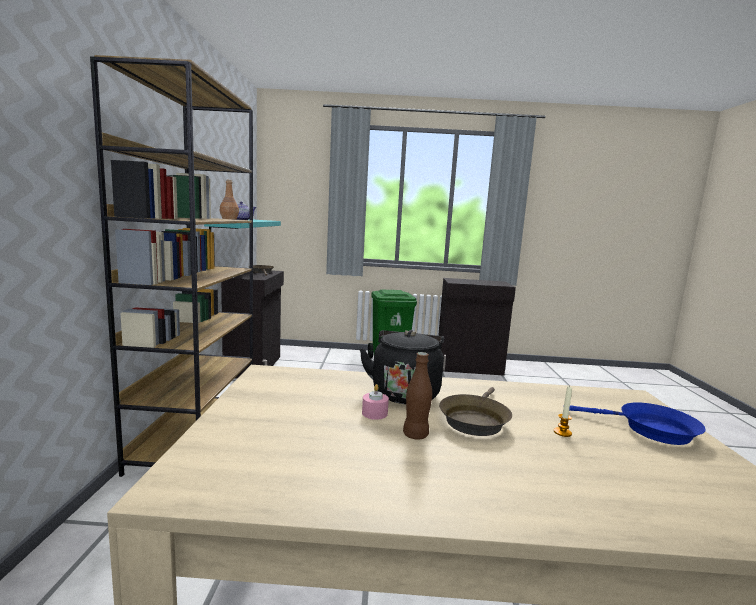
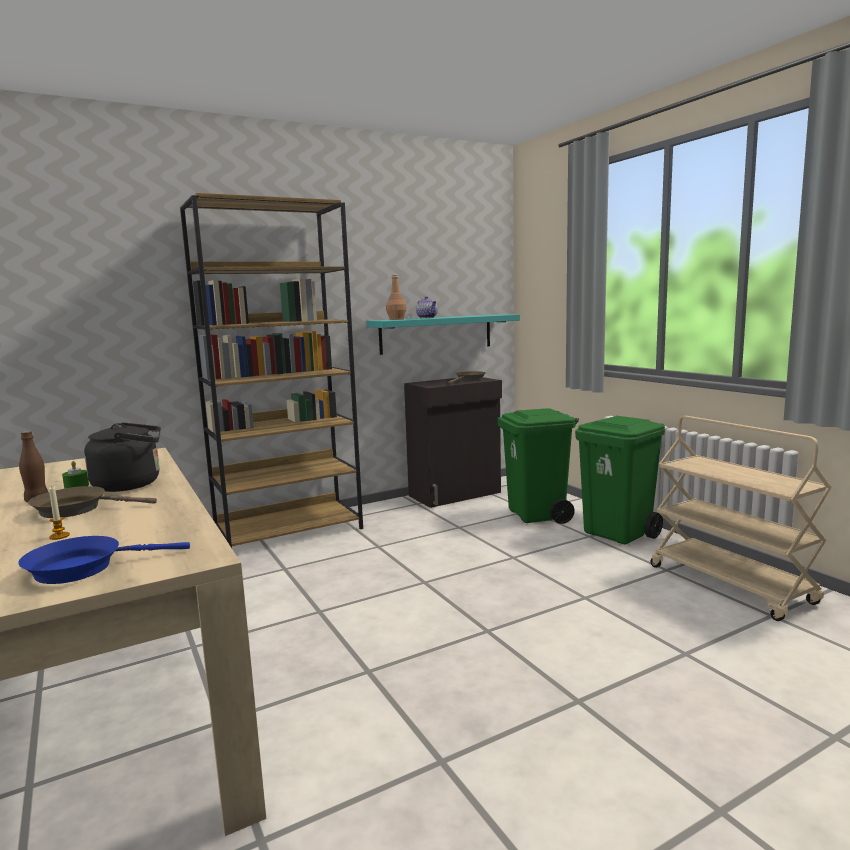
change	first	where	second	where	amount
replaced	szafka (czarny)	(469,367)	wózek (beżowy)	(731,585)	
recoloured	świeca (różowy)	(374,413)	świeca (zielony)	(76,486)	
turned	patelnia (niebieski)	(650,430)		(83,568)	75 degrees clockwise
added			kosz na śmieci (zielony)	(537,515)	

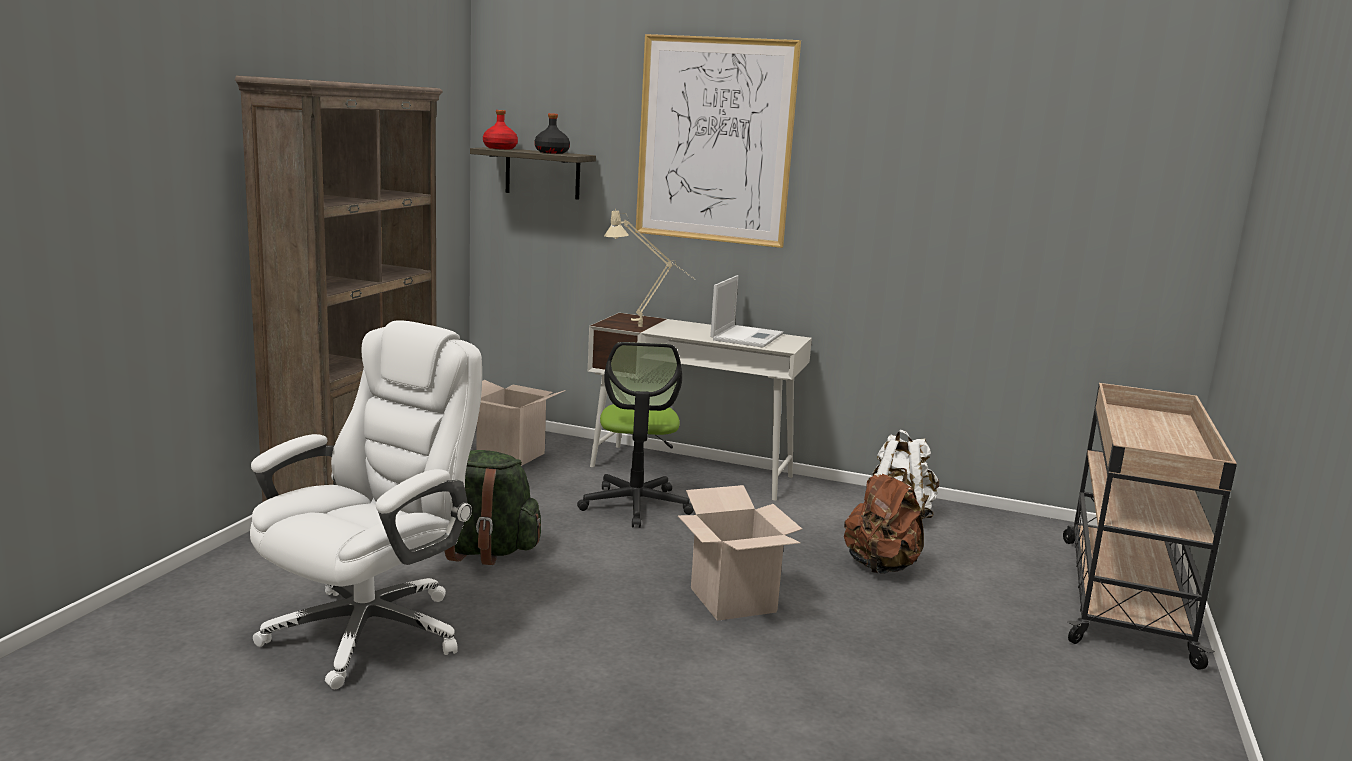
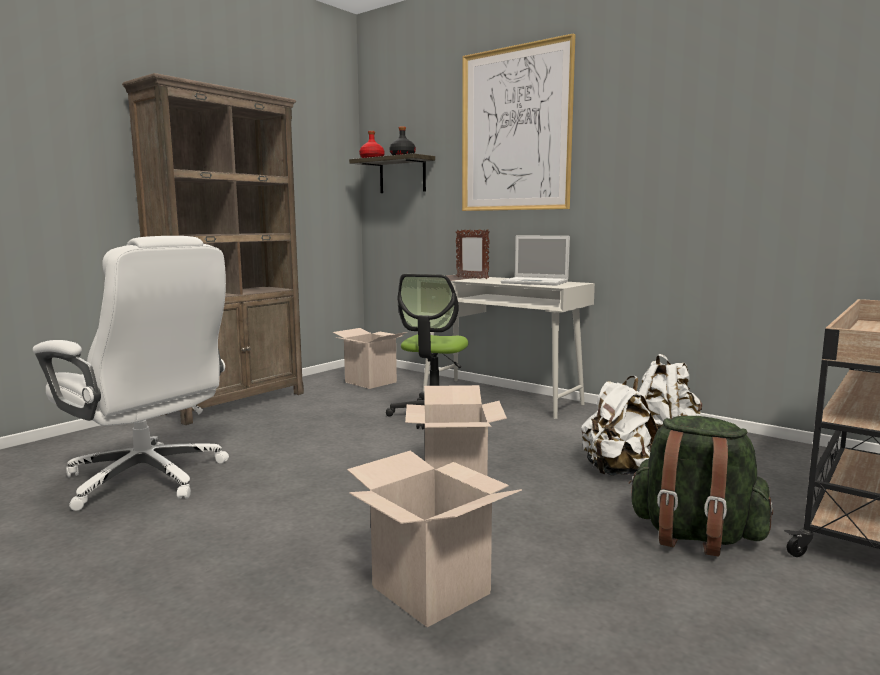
change	first	where	second	where	amount
removed	lampa stołowa (beżowy)	(646,328)			
turned	laptop	(747,337)		(536,282)	75 degrees clockwise
turned	krzesło biurowe (biały)	(370,630)		(148,478)	75 degrees clockwise
moved	plecak (zielony)	(483,551)		(694,536)	
recoloured	plecak (brązowy)	(880,567)	plecak (biały)	(617,471)	
added			ramka na zdjęcie	(472,278)	
added			karton	(431,590)	

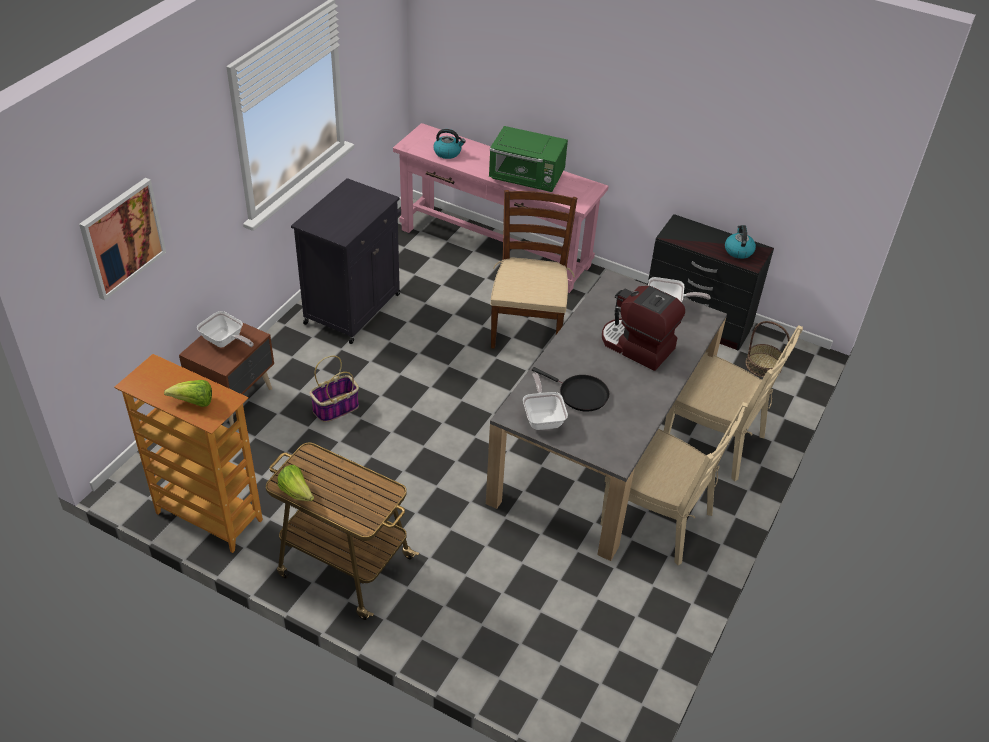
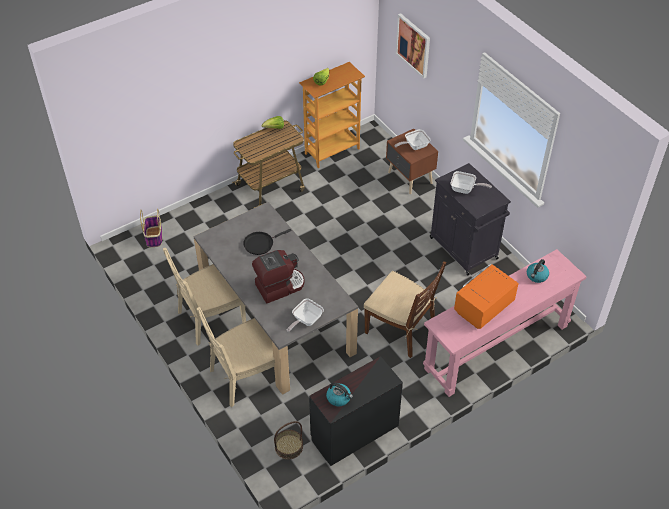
change	first	where	second	where	amount
recoloured	mikrofalówka (zielony)	(527,178)	mikrofalówka (pomarańczowy)	(482,308)	
moved	koszyk	(335,408)		(154,236)	
moved	patelnia	(543,417)		(465,189)	

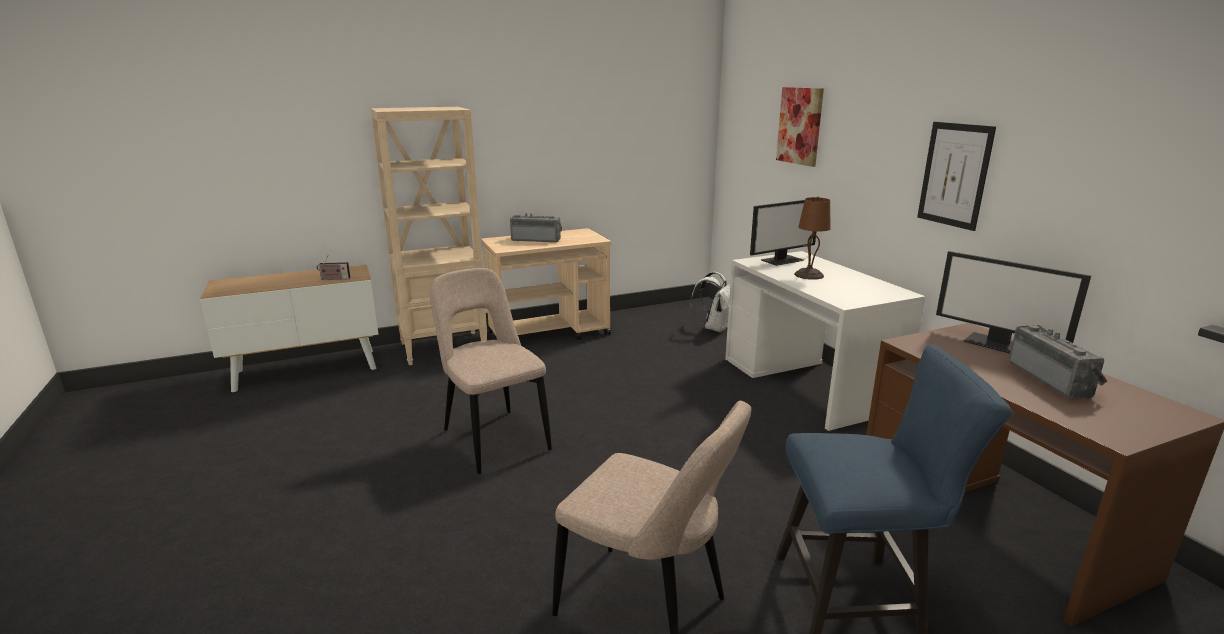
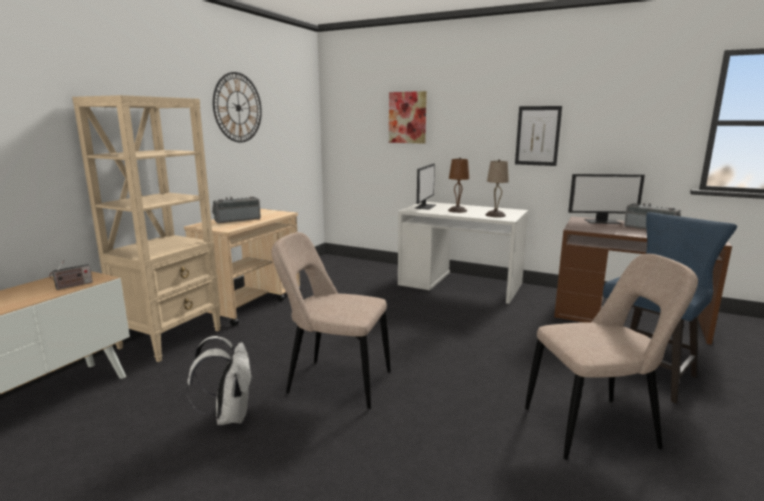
change	first	where	second	where	amount
moved	plecak (biały)	(715,328)		(229,415)	
added			zegar ścienny	(238,107)	
added			lampa stołowa (beżowy)	(496,215)	

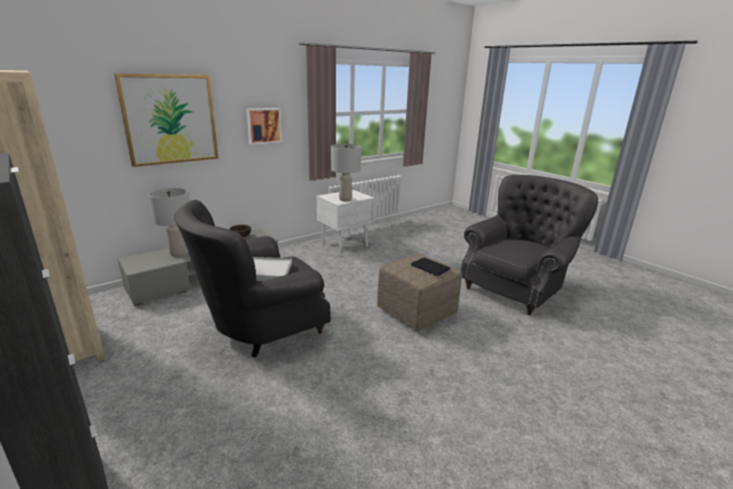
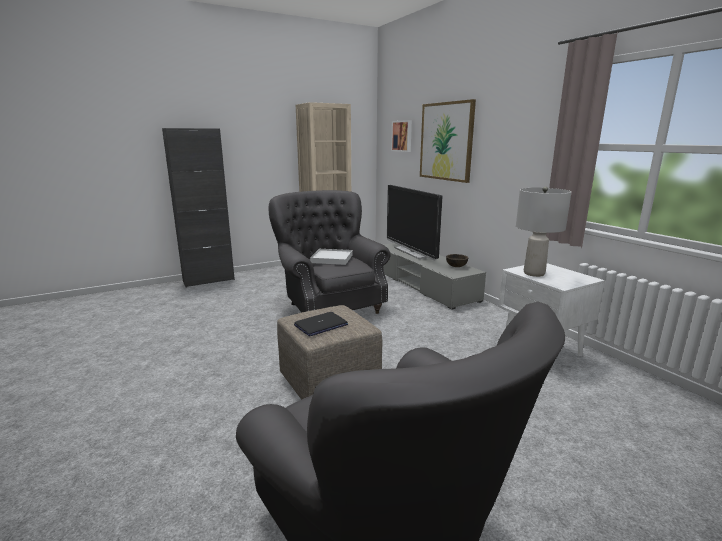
change	first	where	second	where	amount
moved	obraz	(263,125)		(402,136)	
replaced	lampa stołowa (szary)	(178,253)	telewizor	(412,252)	

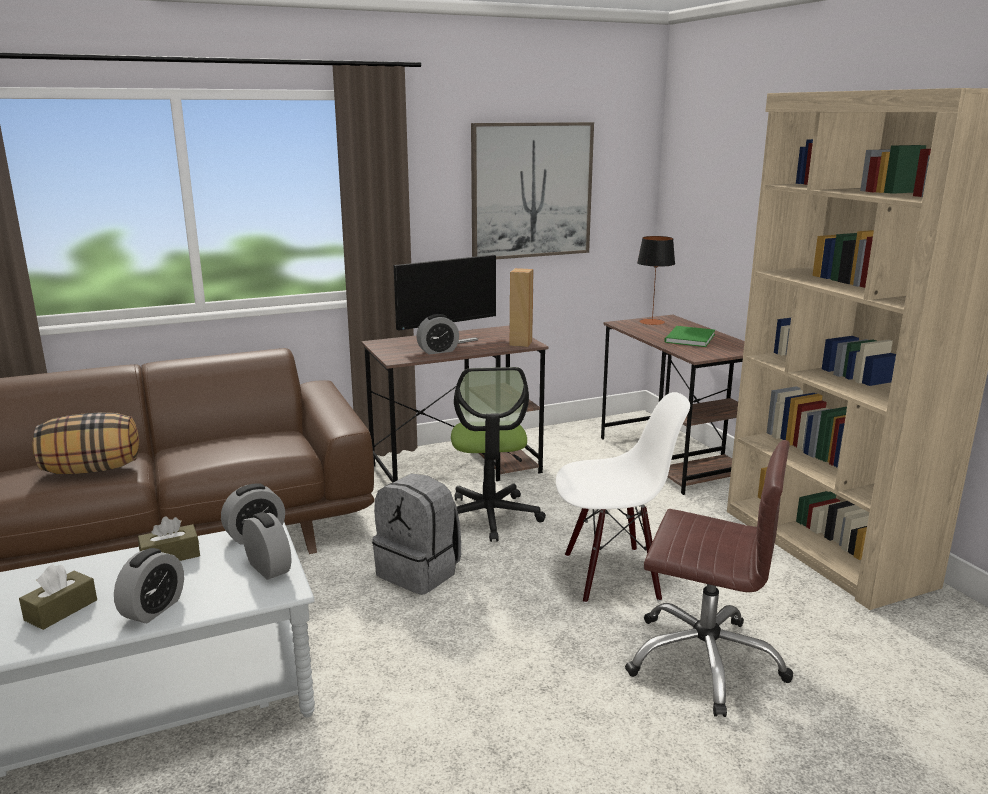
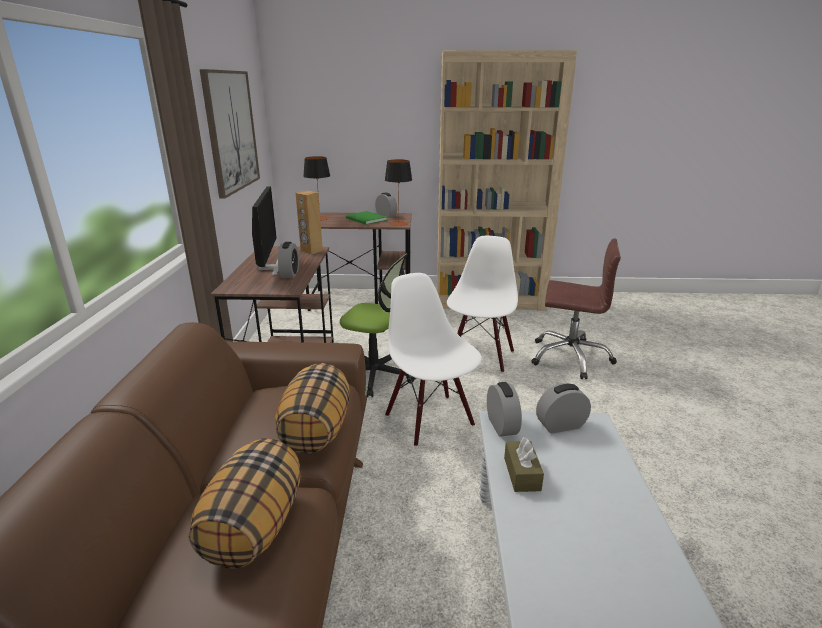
change	first	where	second	where	amount
turned	krzesło biurowe (brązowy)	(704,660)		(570,357)	60 degrees clockwise
replaced	plecak (szary)	(420,572)	krzesło (biały)	(430,419)	
moved	budzik	(153,609)		(386,215)	
removed	pudełko chusteczek (brązowy)	(61,610)			
added			lampa stołowa	(398,224)	
added			poduszka	(316,430)	

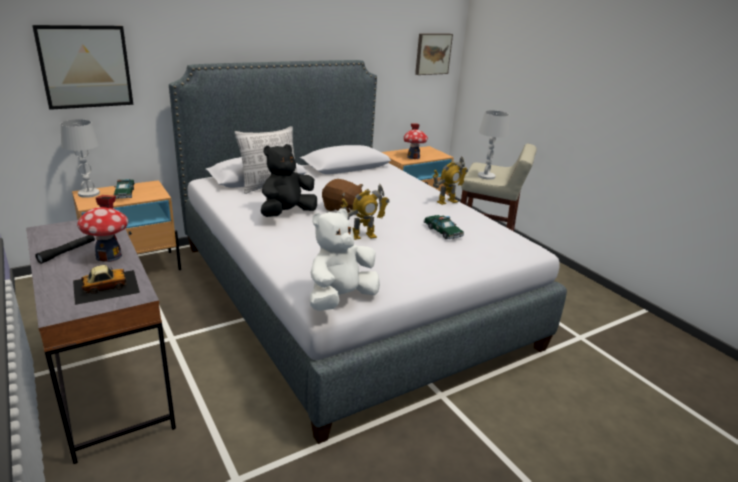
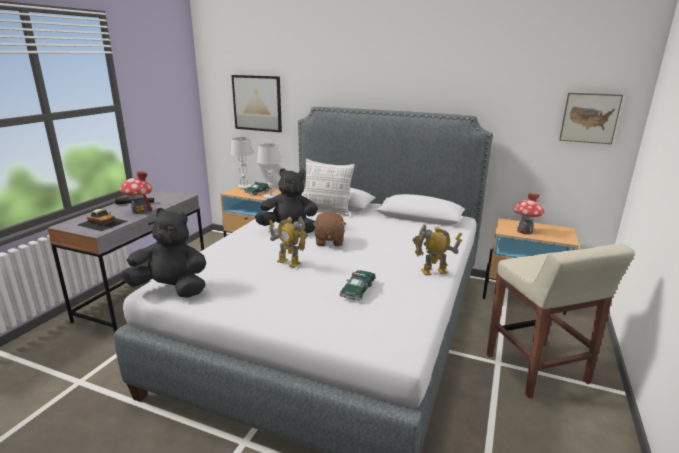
change	first	where	second	where	amount
moved	lampa stołowa (biały)	(486,176)		(270,197)	
turned	robot zabawkowy	(447,201)		(434,272)	150 degrees clockwise
recoloured	pluszak (biały)	(340,299)	pluszak (czarny)	(171,289)	

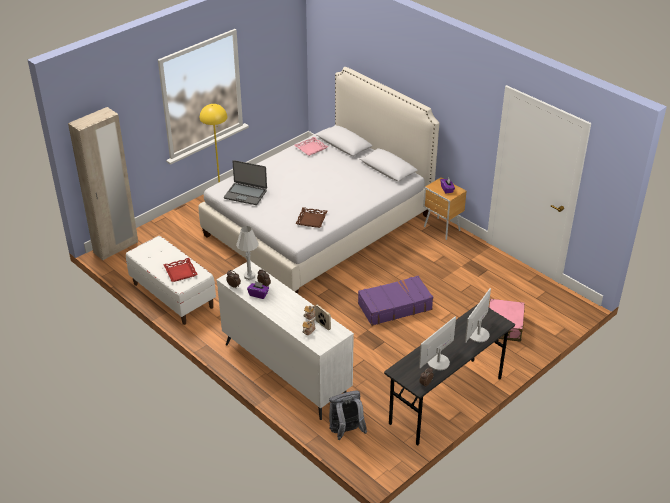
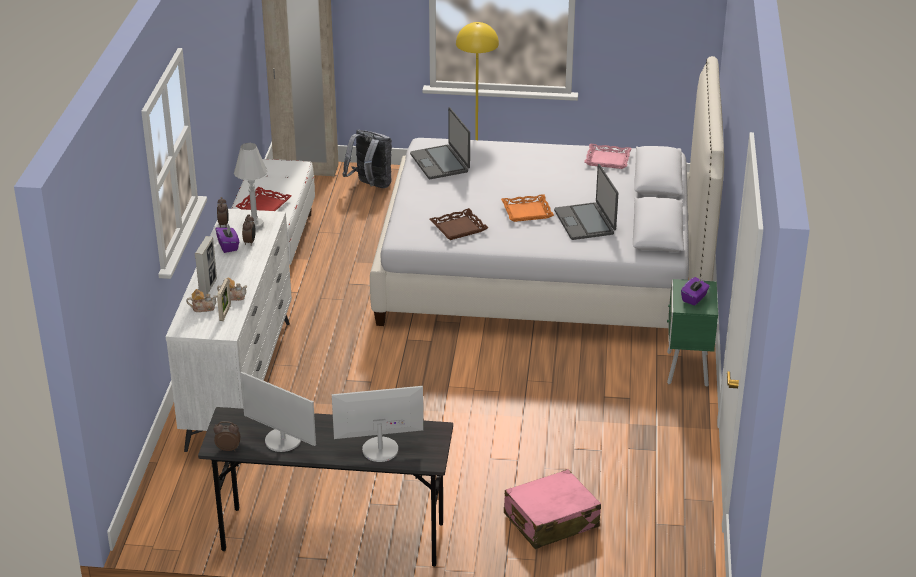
change	first	where	second	where	amount
recoloured	szafka nocna (brązowy)	(442,229)	szafka nocna (zielony)	(686,370)	
removed	walizka (fioletowy)	(394,306)			
turned	monitor	(438,362)		(283,440)	150 degrees counterclockwise
moved	plecak (szary)	(346,432)		(370,186)	
added			laptop	(585,222)	
added			taca (pomarańczowy)	(527,212)	
added			ramka na zdjęcie	(208,287)	

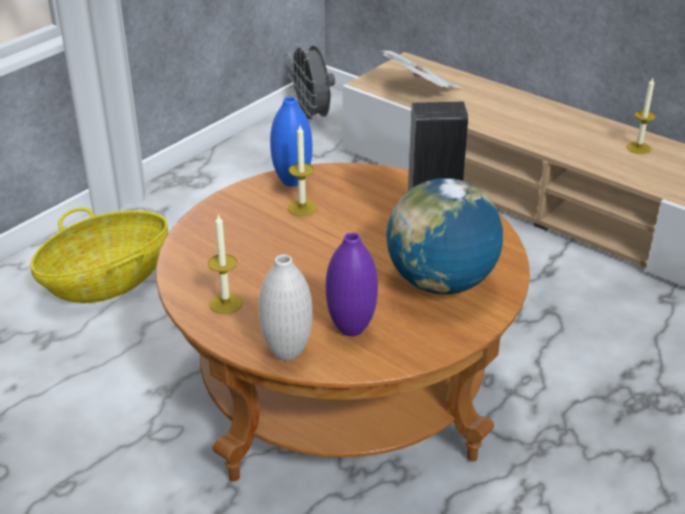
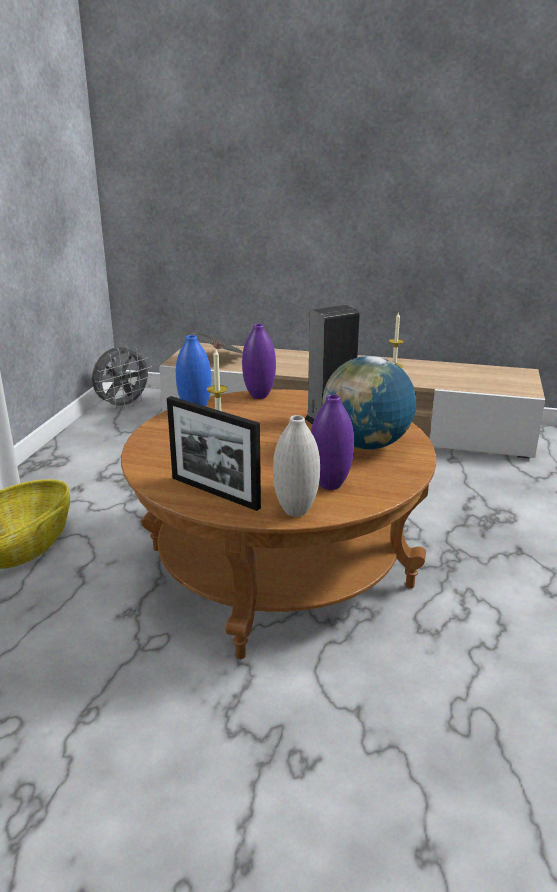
change	first	where	second	where	amount
turned	wentylator (szary)	(312,118)		(123,406)	90 degrees counterclockwise
replaced	świeca	(226,303)	ramka na zdjęcie	(215,492)	
added			wazon (fioletowy)	(259,396)	

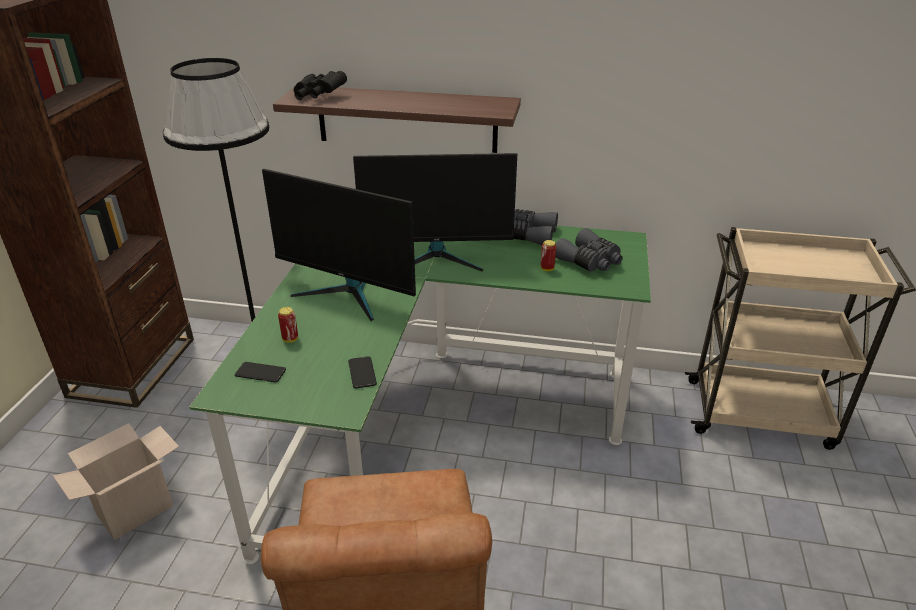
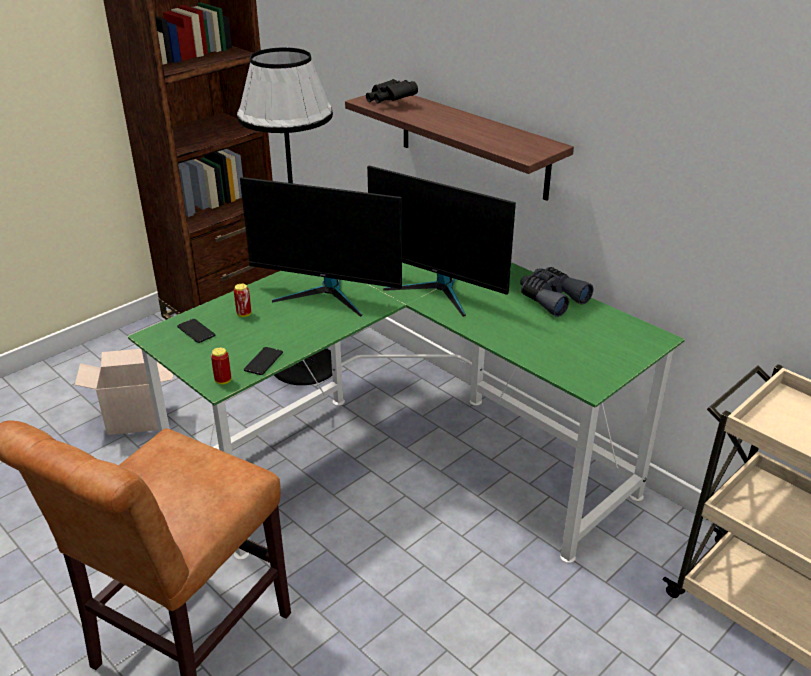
change	first	where	second	where	amount
turned	monitor	(347,293)		(327,294)	45 degrees counterclockwise
removed	lornetka (szary)	(589,261)			
moved	puszka	(547,269)		(223,381)	

